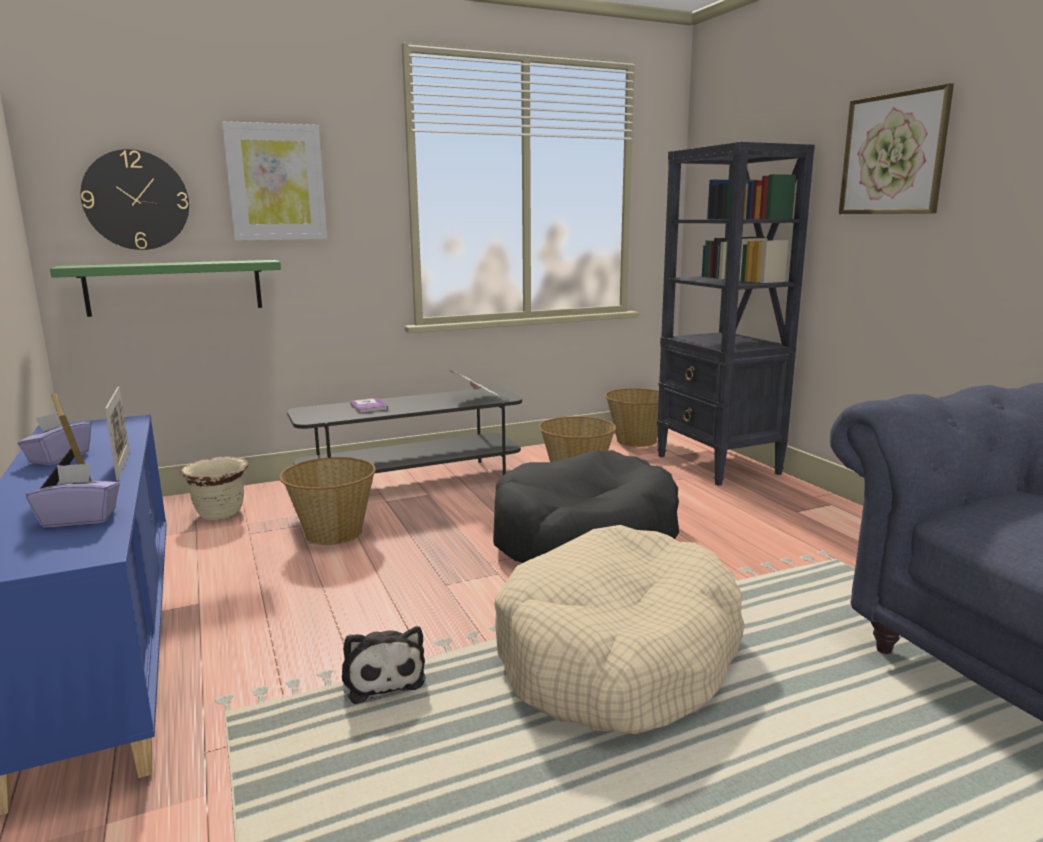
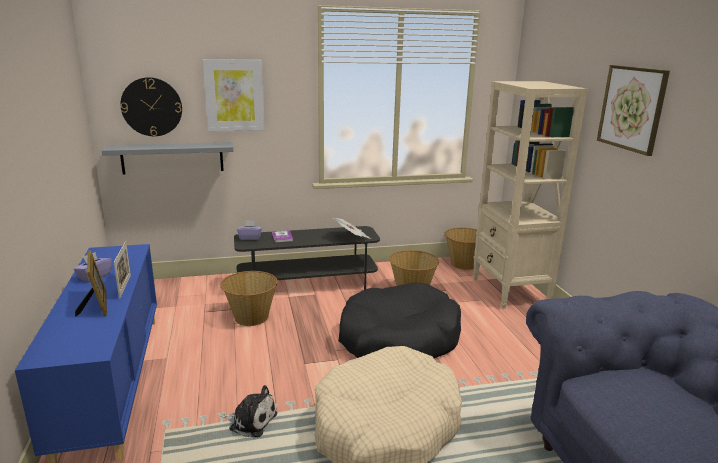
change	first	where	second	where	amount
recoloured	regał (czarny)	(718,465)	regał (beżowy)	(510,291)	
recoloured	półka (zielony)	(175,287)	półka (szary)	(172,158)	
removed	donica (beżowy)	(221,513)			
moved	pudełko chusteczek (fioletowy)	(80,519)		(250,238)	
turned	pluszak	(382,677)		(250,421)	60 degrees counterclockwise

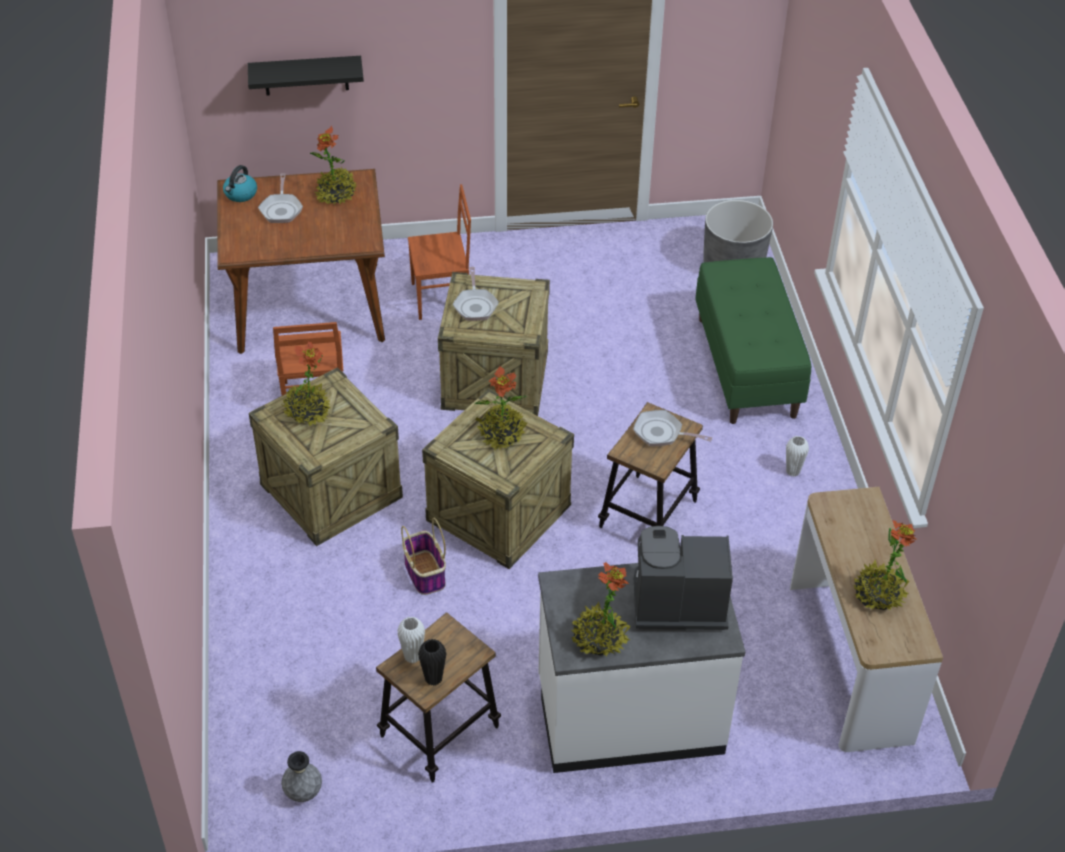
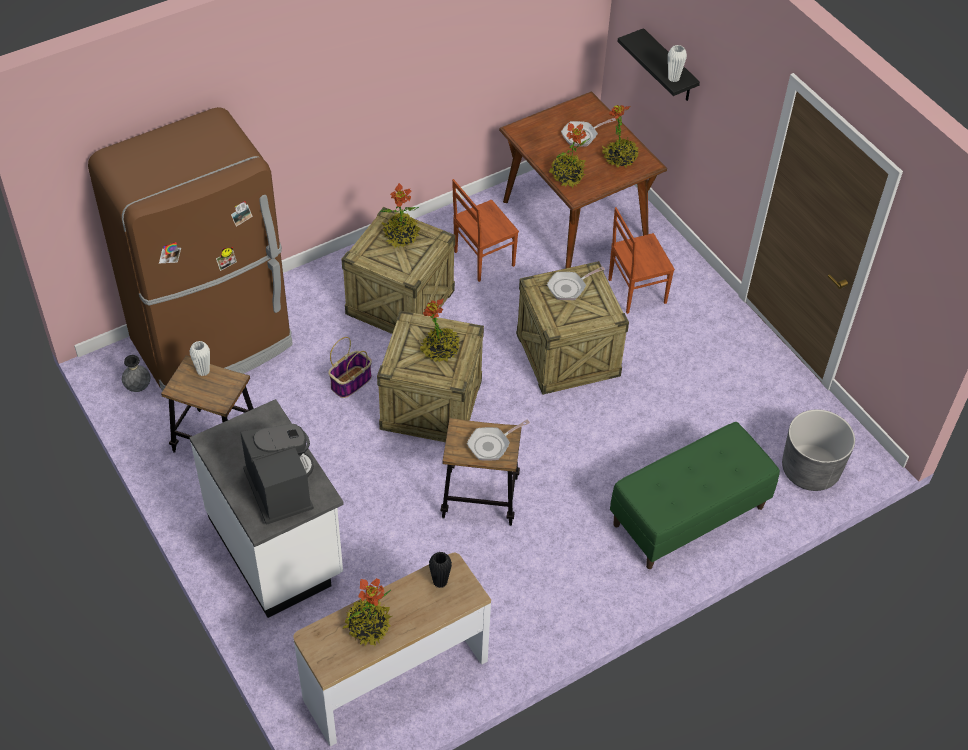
change	first	where	second	where	amount
removed	czajnik	(240,194)			
turned	krzesło (brązowy)	(441,299)		(635,291)	105 degrees clockwise
turned	patelnia	(661,433)		(491,445)	120 degrees counterclockwise
moved	wazon (biały)	(793,471)		(673,78)	
moved	roślina doniczkowa	(598,639)		(567,176)	
moved	wazon (czarny)	(433,679)		(440,582)	
added			lodówka (brązowy)	(213,343)	

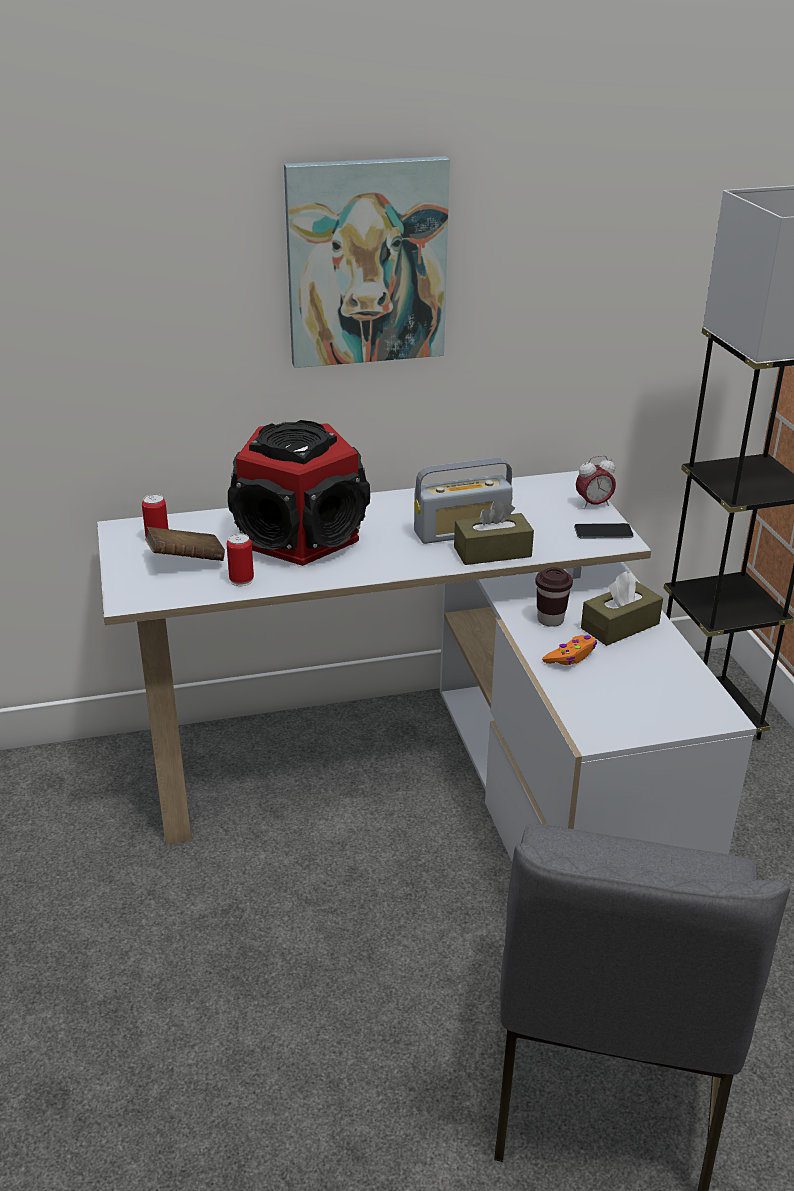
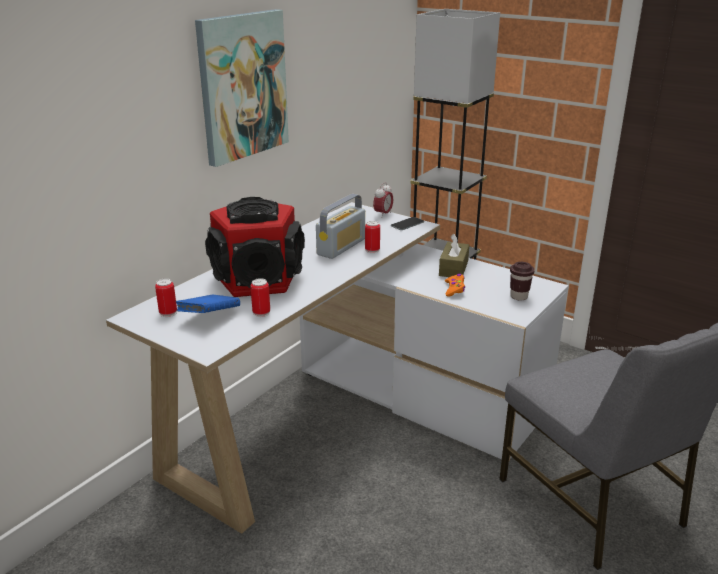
change	first	where	second	where	amount
replaced	pudełko chusteczek (brązowy)	(492,552)	puszka	(372,250)	
recoloured	książka (brązowy)	(186,561)	książka (niebieski)	(209,317)	
moved	filiżanka (brązowy)	(550,620)		(519,296)	

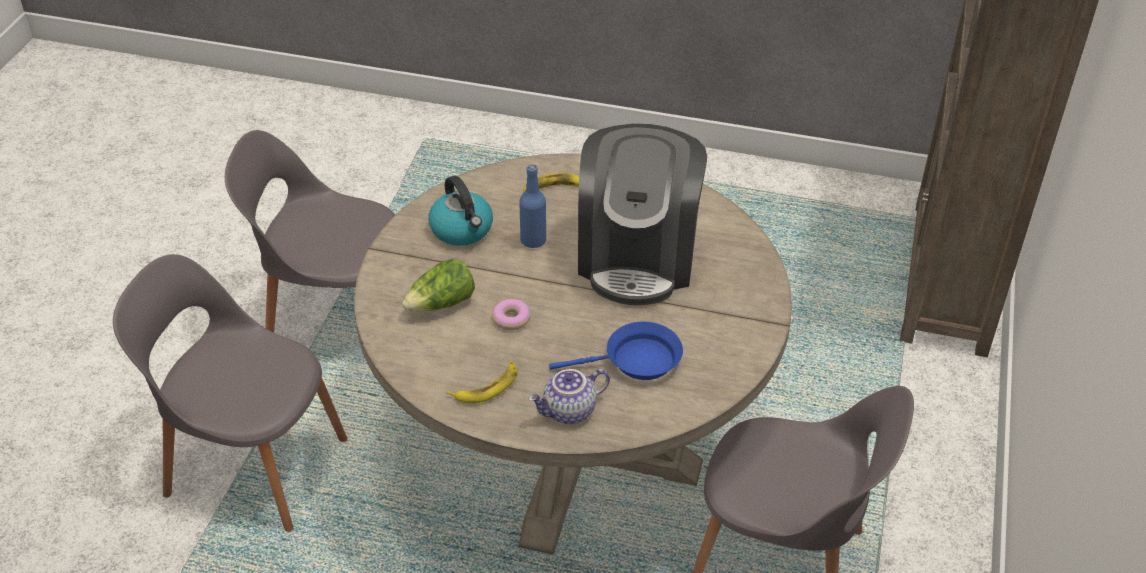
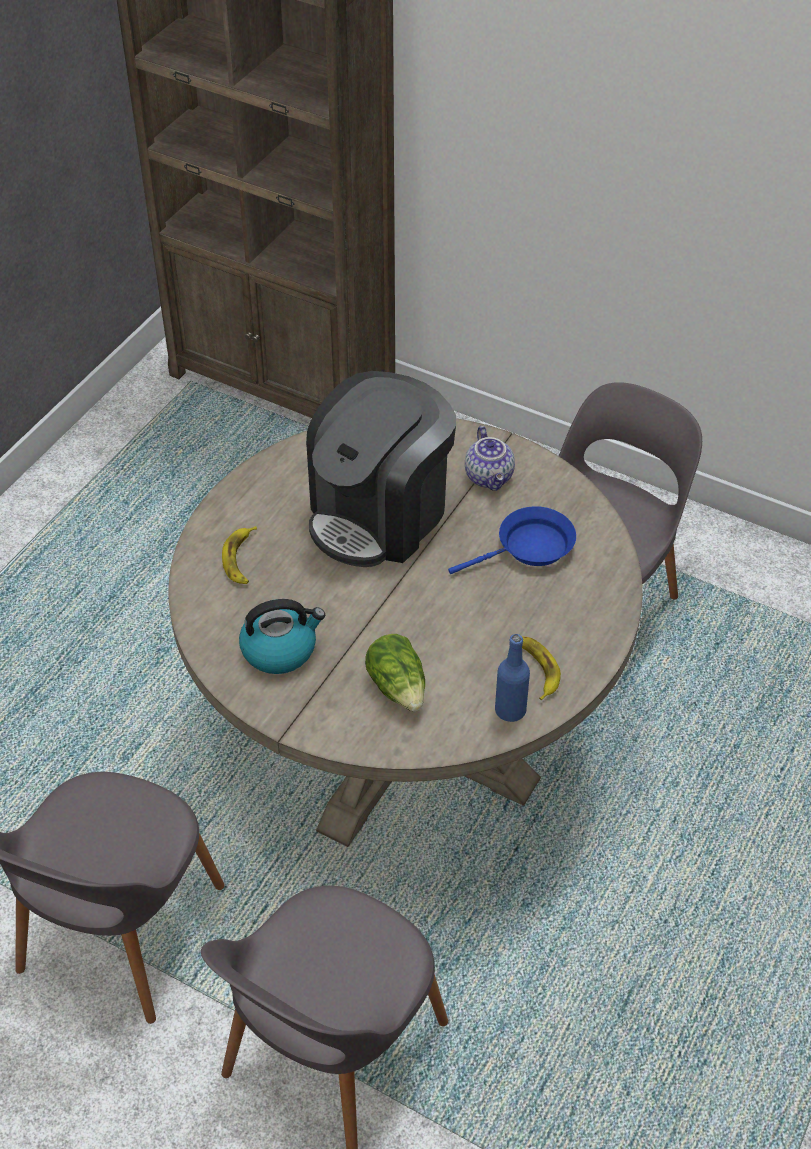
change	first	where	second	where	amount
turned	ekspres do kawy	(637,257)		(380,514)	105 degrees clockwise
moved	butelka (niebieski)	(533,240)		(510,710)	
removed	donut	(511,319)			
turned	patelnia (niebieski)	(636,361)		(529,548)	60 degrees clockwise
moved	imbryk	(569,412)		(490,477)	

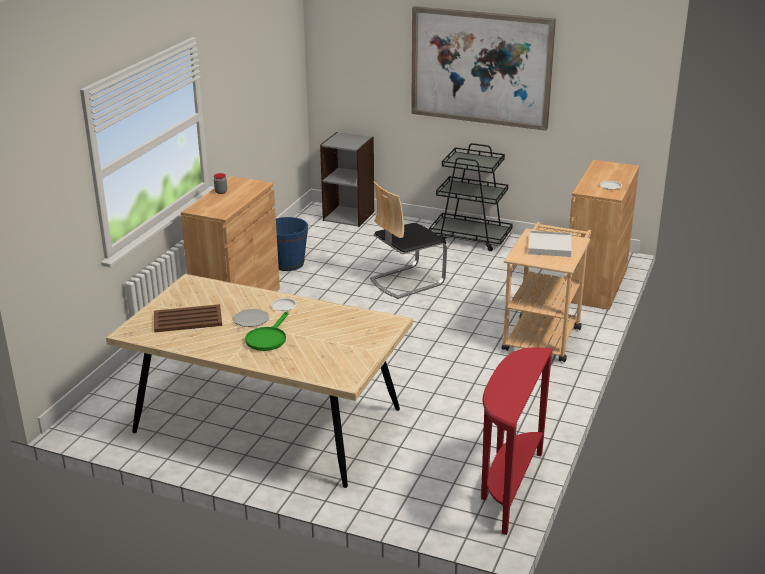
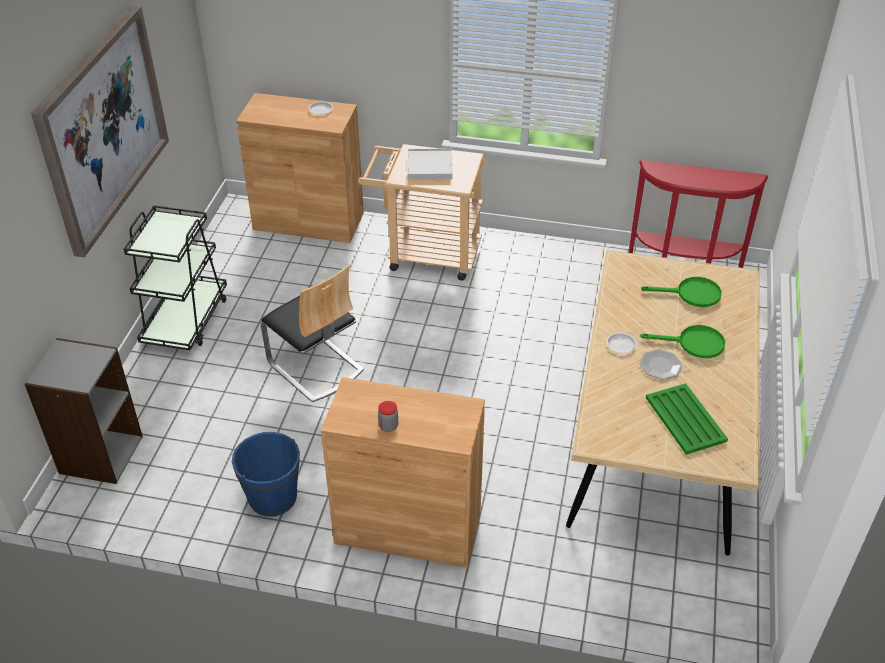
change	first	where	second	where	amount
recoloured	taca (brązowy)	(187,319)	taca (zielony)	(685,420)	
added			patelnia (zielony)	(692,294)	

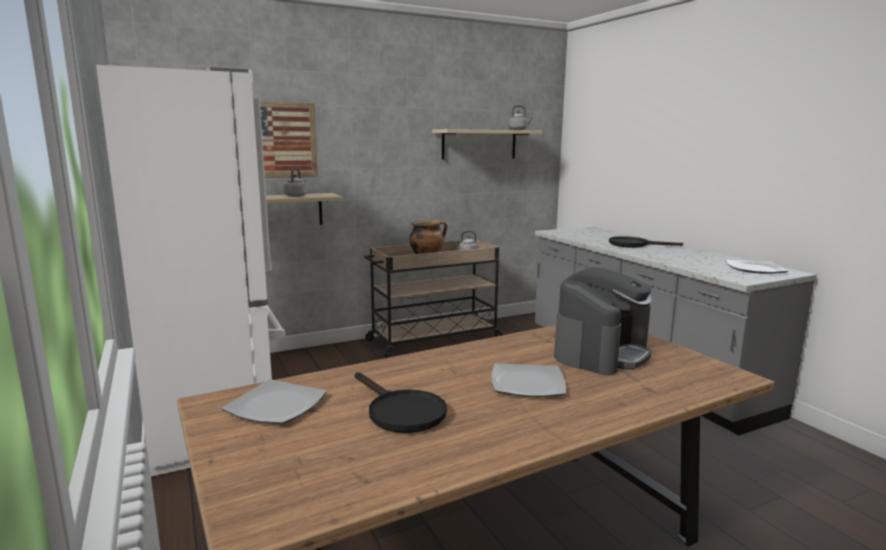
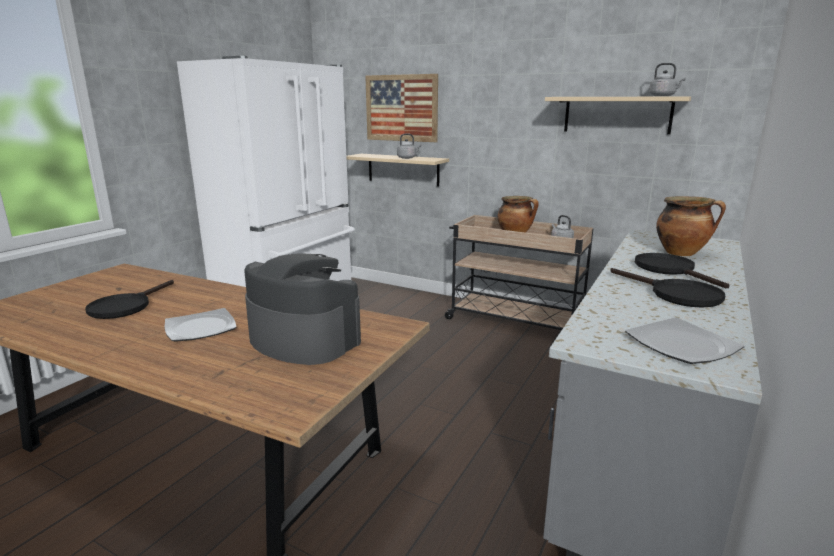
change	first	where	second	where	amount
turned	ekspres do kawy	(601,353)		(303,340)	150 degrees counterclockwise
removed	talerz	(276,405)			
added			garnek	(682,253)	
added			patelnia (czarny)	(676,294)	

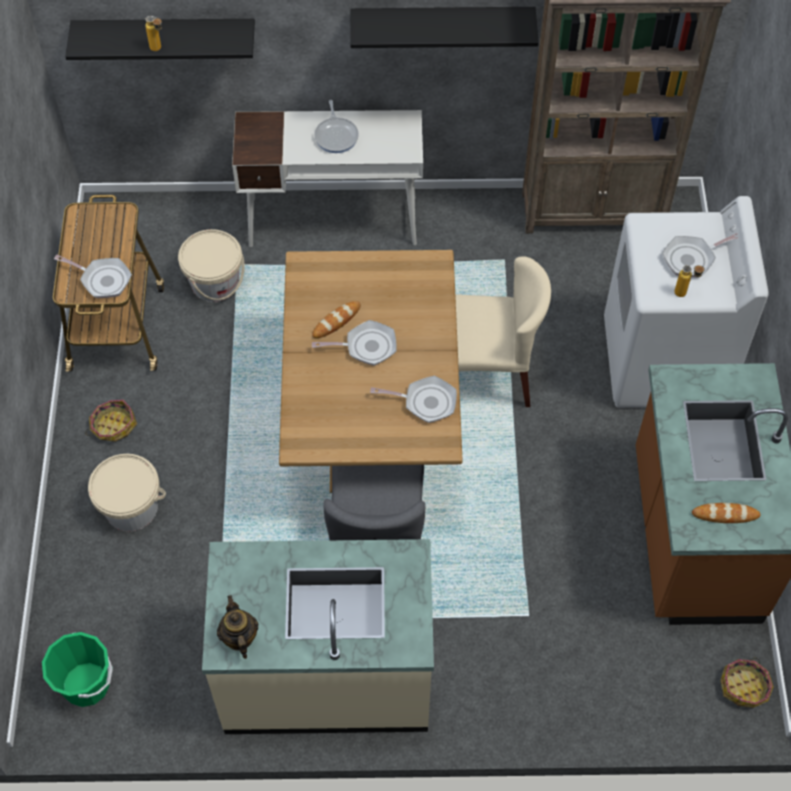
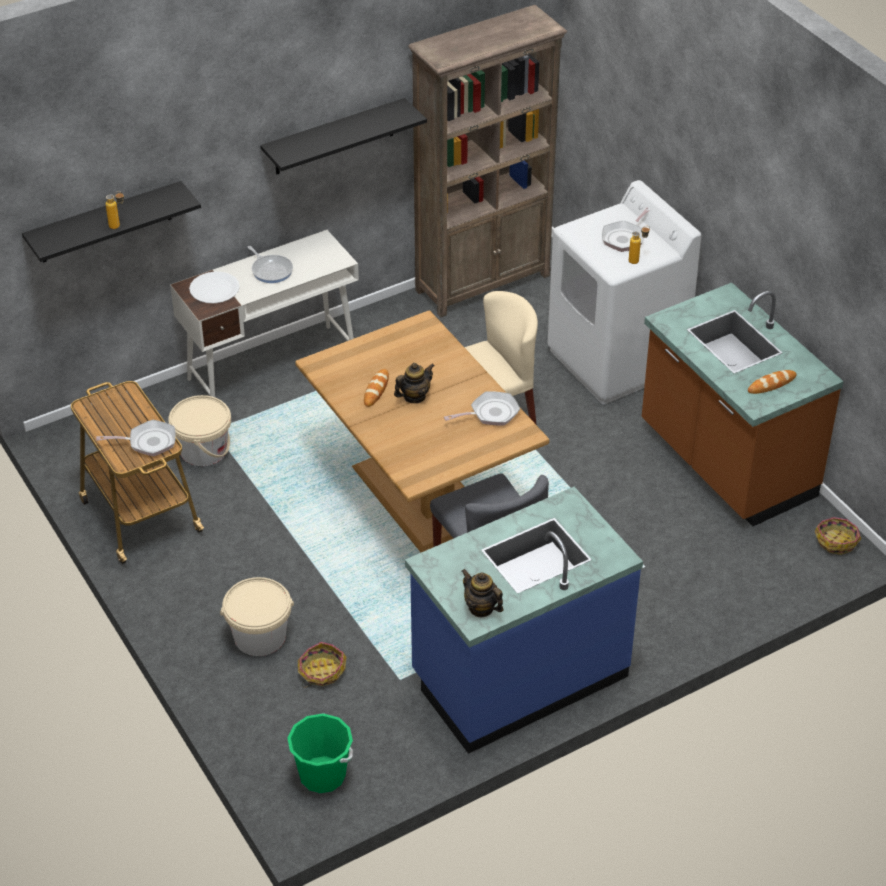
change	first	where	second	where	amount
replaced	patelnia	(366,346)	imbryk	(414,396)	
moved	koszyk	(113,426)		(321,671)	
recoloured	zabudowa kuchenna (beżowy)	(327,674)	zabudowa kuchenna (niebieski)	(518,676)	
added			talerz (biały)	(214,289)	

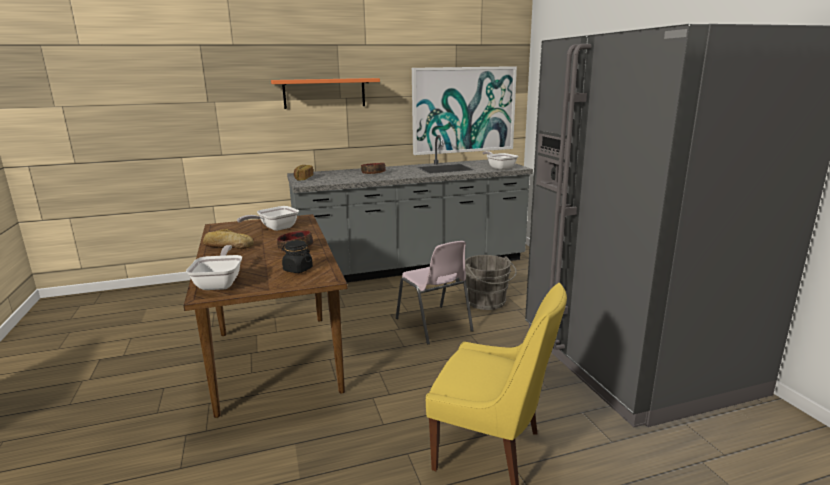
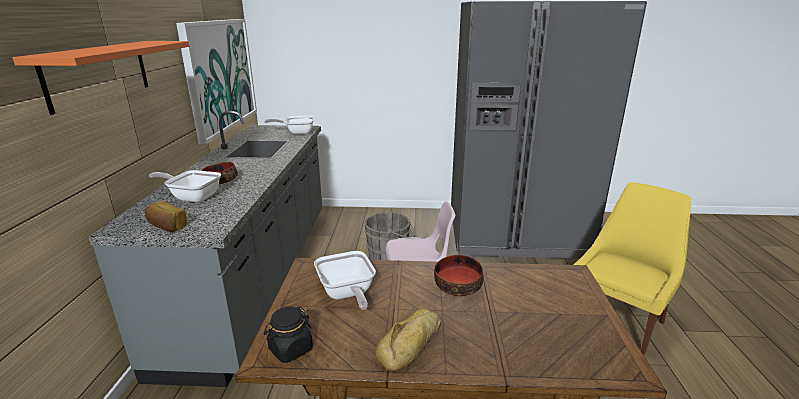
change	first	where	second	where	amount
moved	słoik (czarny)	(297,269)		(290,349)	
moved	patelnia	(220,283)		(192,197)	

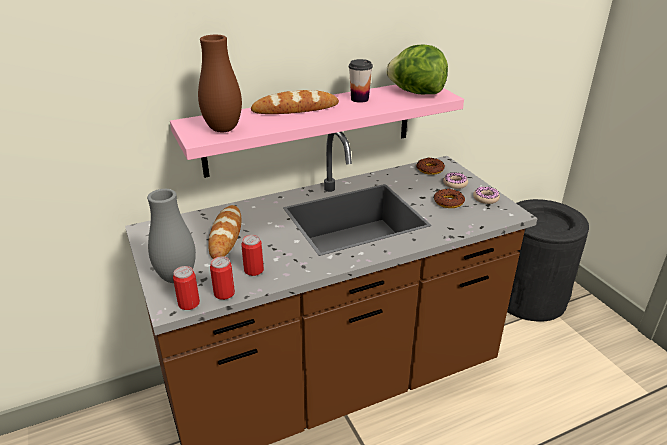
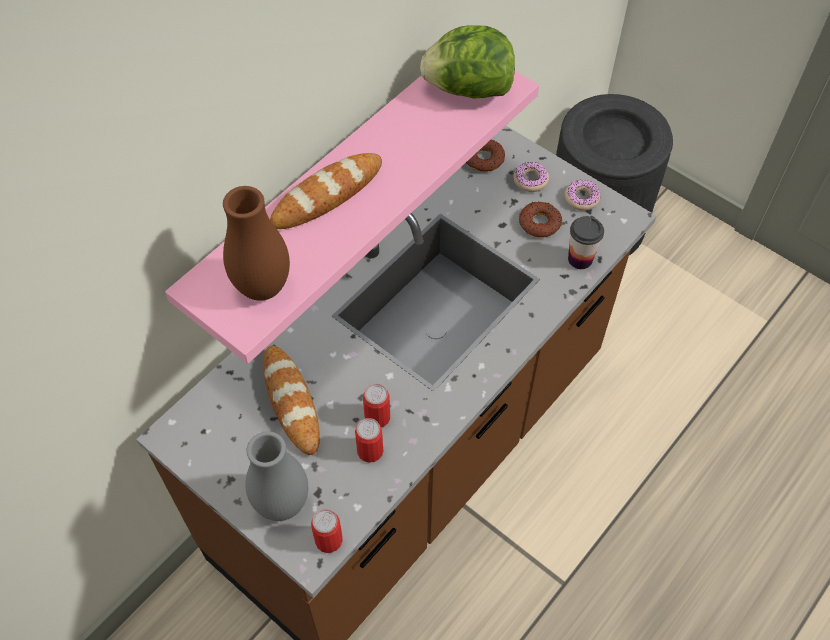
change	first	where	second	where	amount
moved	filiżanka	(359,99)		(580,259)	
moved	puszka	(224,293)		(377,417)	

